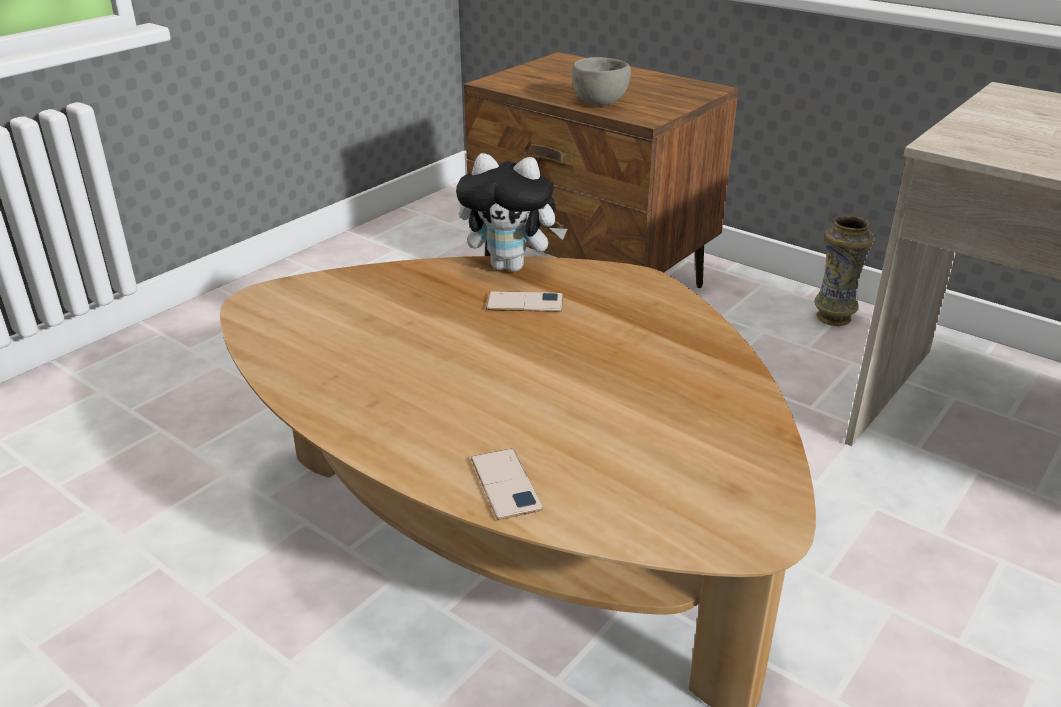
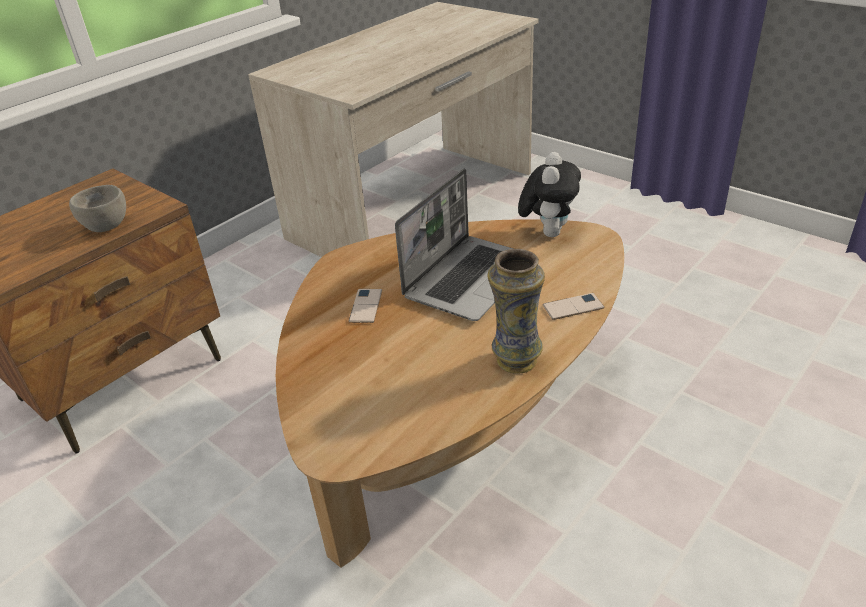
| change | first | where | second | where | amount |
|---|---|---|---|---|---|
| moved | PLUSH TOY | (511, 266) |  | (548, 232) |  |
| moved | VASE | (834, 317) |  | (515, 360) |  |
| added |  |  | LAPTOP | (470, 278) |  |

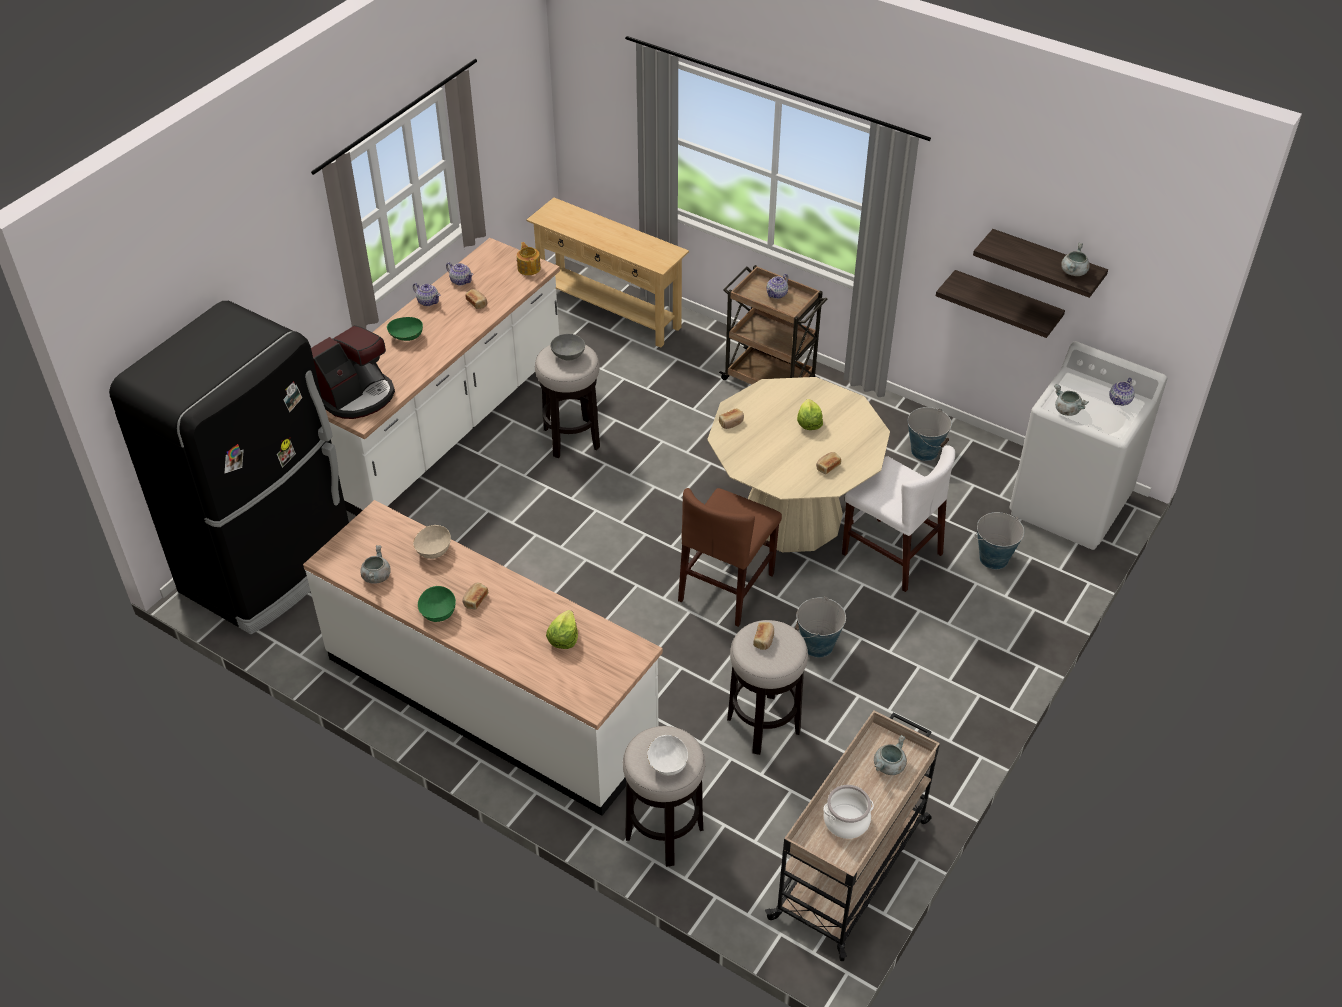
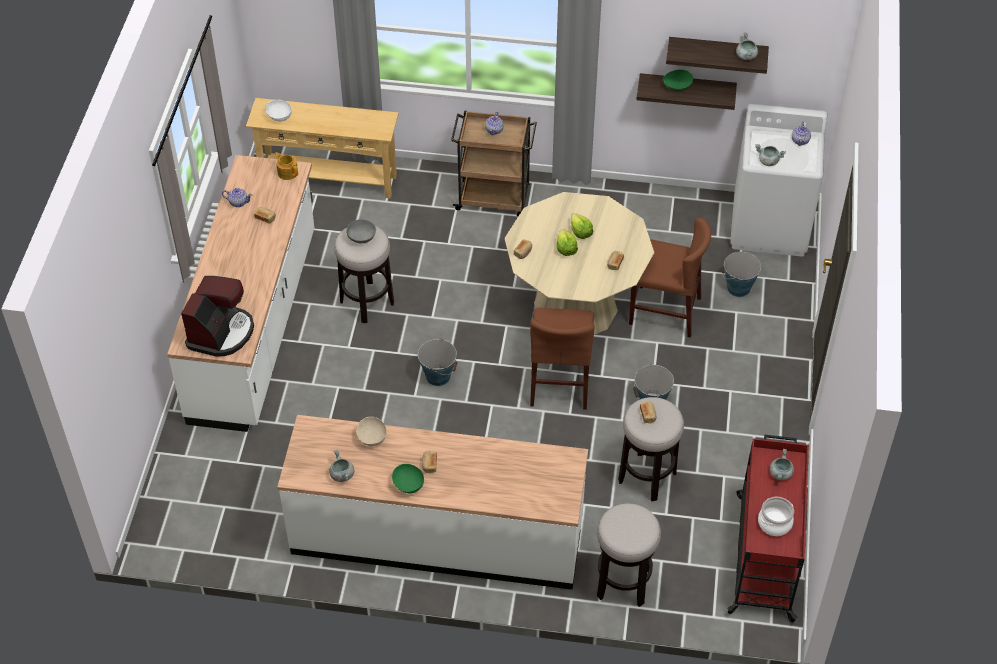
| change | first | where | second | where | amount |
|---|---|---|---|---|---|
| removed | BLACK FRIDGE | (271, 567) |  |  |  |
| moved | GREEN BOWL | (406, 337) |  | (677, 87) |  |
| removed | TEAPOT | (428, 301) |  |  |  |
| moved | LETTUCE | (563, 638) |  | (565, 249) |  |
| moved | WHITE BOWL | (667, 763) |  | (279, 116) |  |
| recoloured | BEIGE CART | (852, 867) | RED CART | (764, 555) |  |
| recoloured | WHITE CHAIR | (891, 554) | BROWN CHAIR | (664, 311) |  |
| moved | BUCKET | (924, 451) |  | (438, 376) |  |

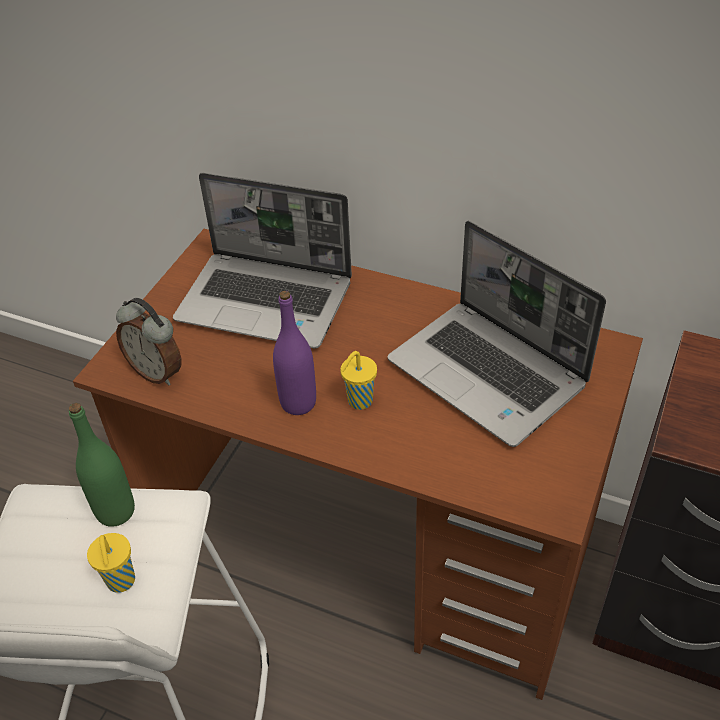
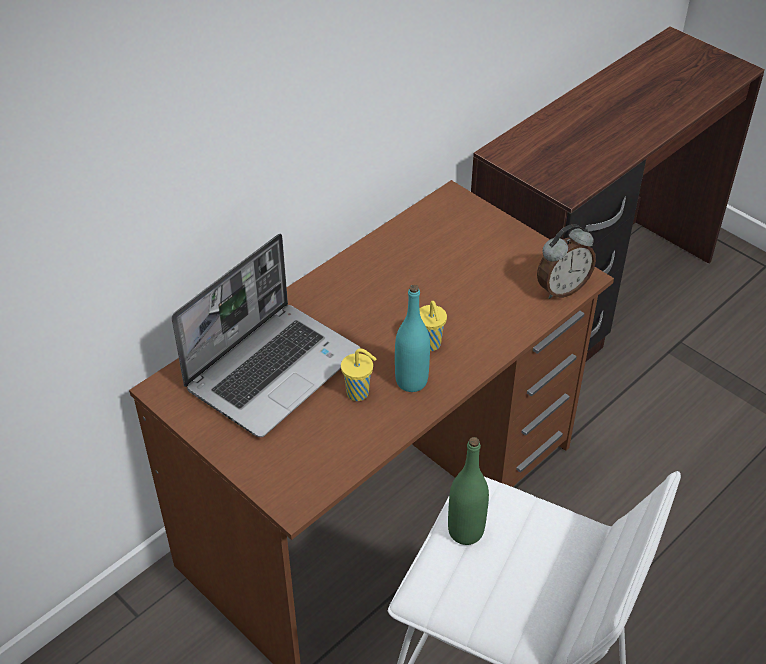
| change | first | where | second | where | amount |
|---|---|---|---|---|---|
| moved | YELLOW CUP | (121, 582) |  | (359, 393) |  |
| moved | ALARM CLOCK | (157, 372) |  | (561, 288) |  |
| recoloured | PURPLE BOTTLE | (298, 403) | TURQUOISE BOTTLE | (411, 381) |  |
| removed | LAPTOP | (489, 374) |  |  |  |

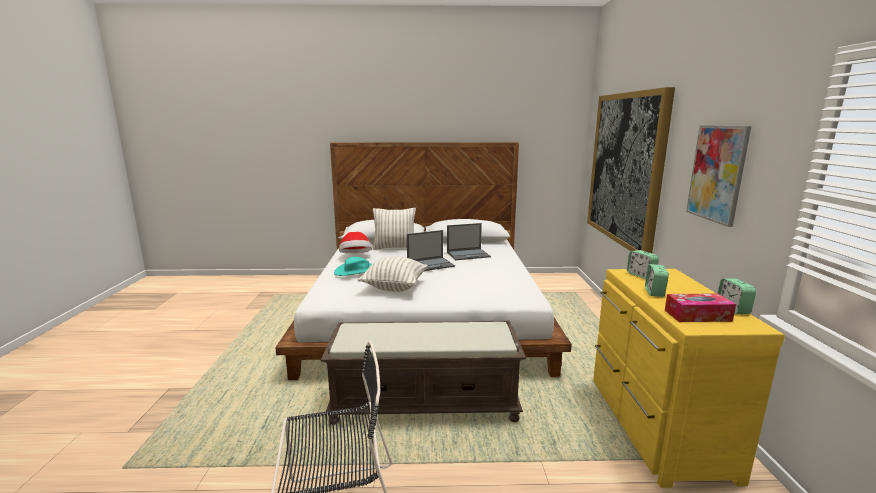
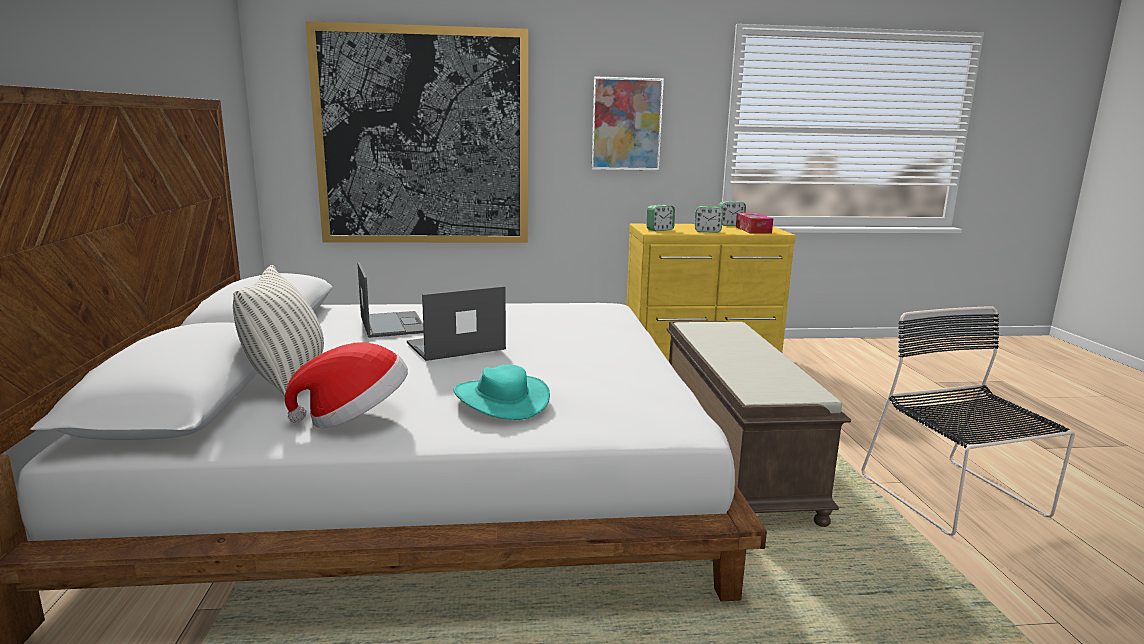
| change | first | where | second | where | amount |
|---|---|---|---|---|---|
| removed | PILLOW | (394, 287) |  |  |  |
| turned | LAPTOP | (431, 264) |  | (454, 346) | 90 degrees counterclockwise |

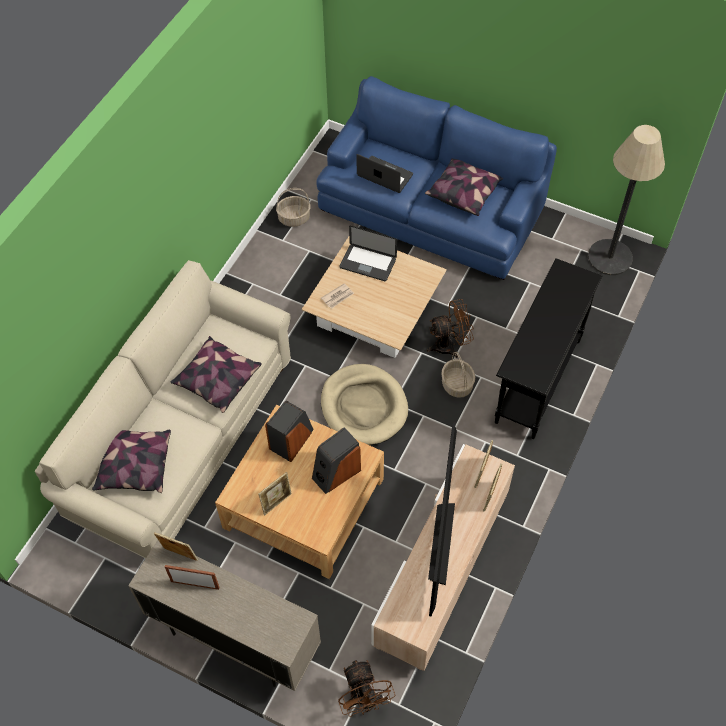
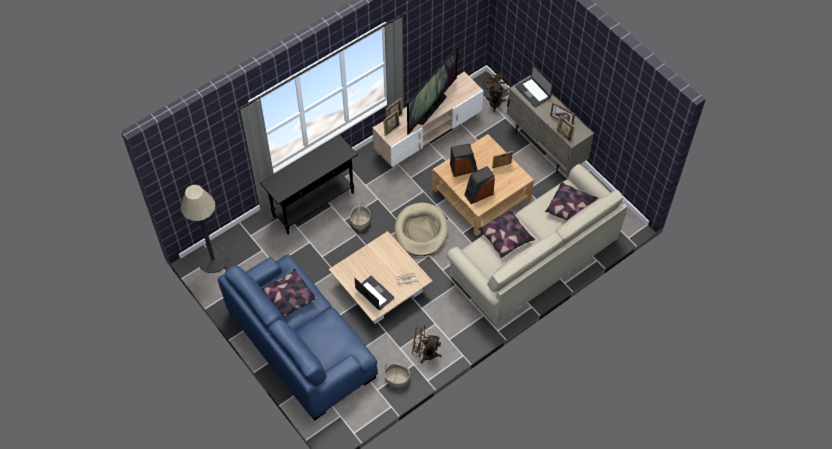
| change | first | where | second | where | amount |
|---|---|---|---|---|---|
| moved | LAPTOP | (385, 175) |  | (532, 92) |  |
| moved | BROWN FAN | (449, 345) |  | (425, 353) |  |

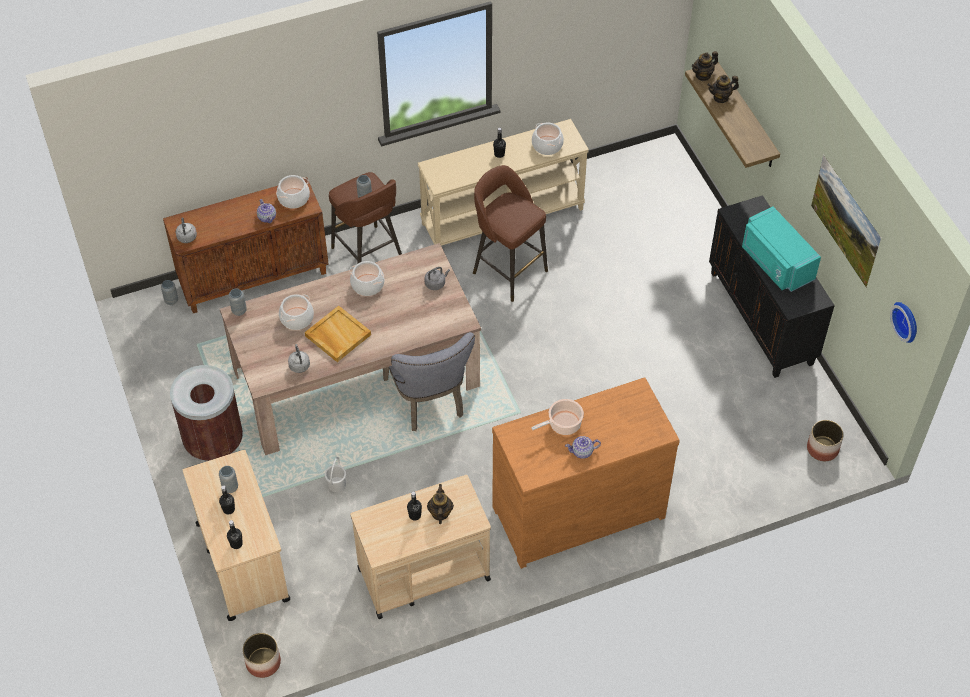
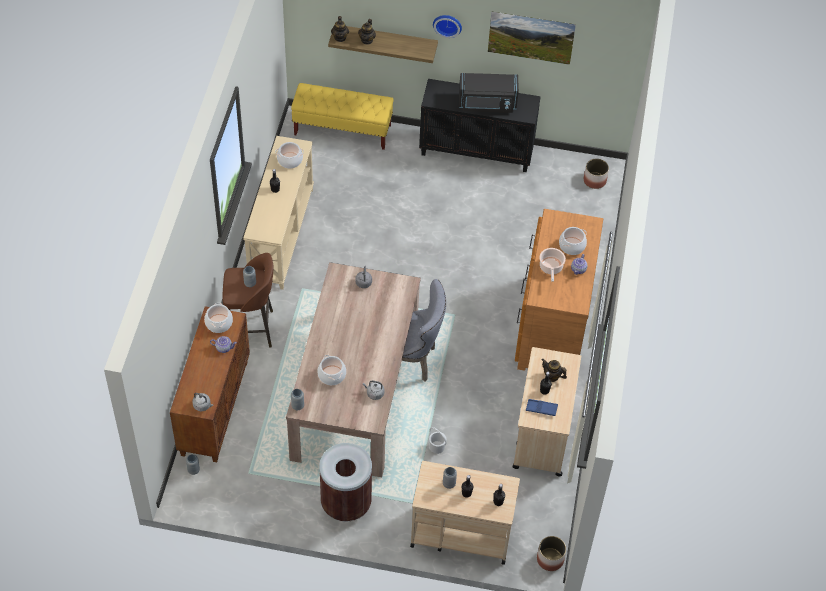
| change | first | where | second | where | amount |
|---|---|---|---|---|---|
| removed | BEIGE TRAY | (337, 335) |  |  |  |
| moved | COOKING POT | (367, 285) |  | (572, 246) |  |
| removed | BROWN STOOL | (508, 270) |  |  |  |
| recoloured | TURQUOISE MICROWAVE | (775, 263) | BLACK MICROWAVE | (487, 104) |  |
| moved | WALL CLOCK | (907, 321) |  | (447, 24) |  |
| added |  |  | YELLOW BENCH | (343, 130) |  |
| added |  |  | BLUE TRAY | (541, 409) |  |

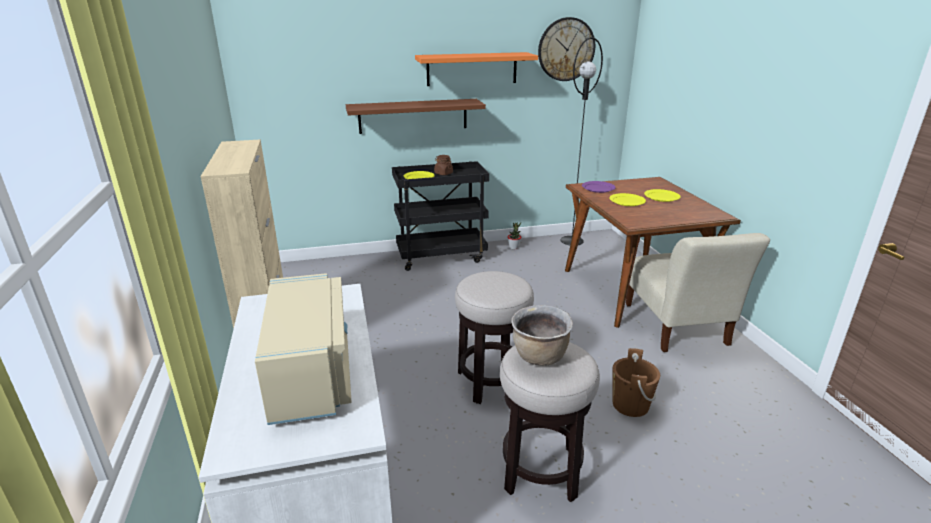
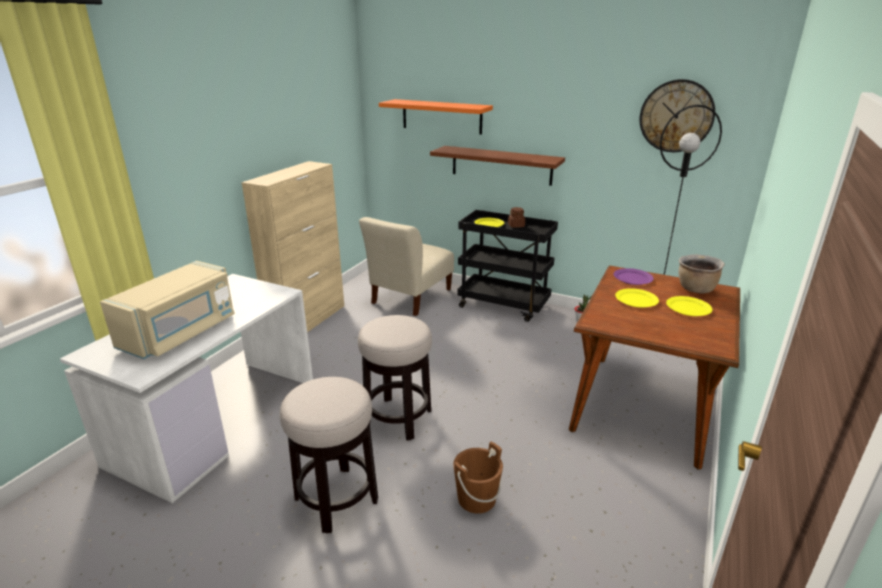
| change | first | where | second | where | amount |
|---|---|---|---|---|---|
| moved | ORANGE SHELF | (472, 69) |  | (441, 116) |  |
| moved | BROWN COOKING POT | (539, 357) |  | (695, 289) |  |
| moved | BEIGE CHAIR | (676, 327) |  | (409, 298) |  |

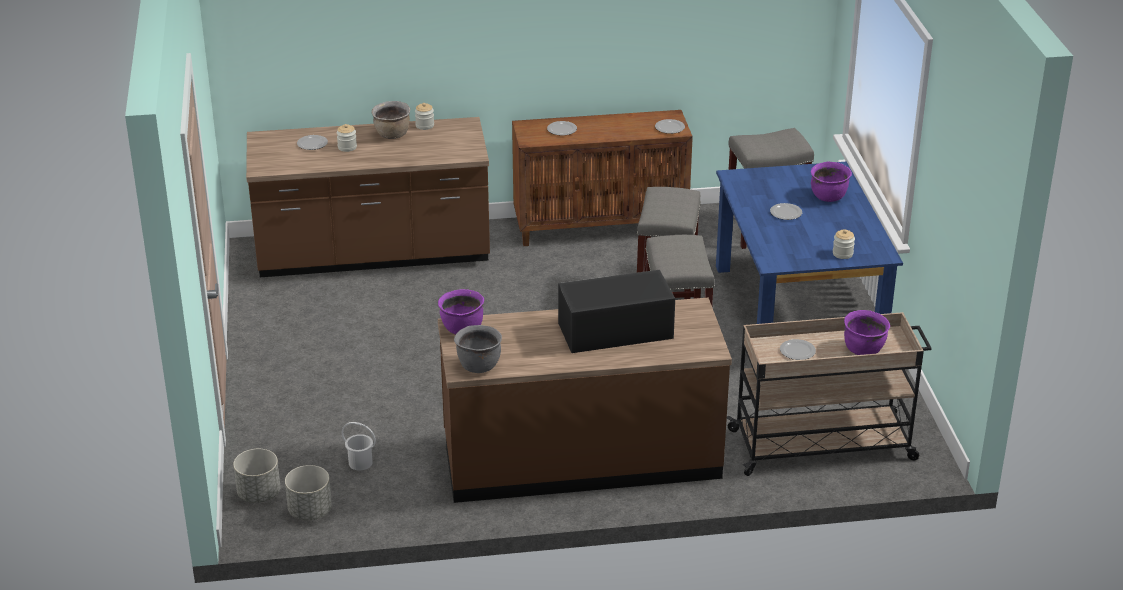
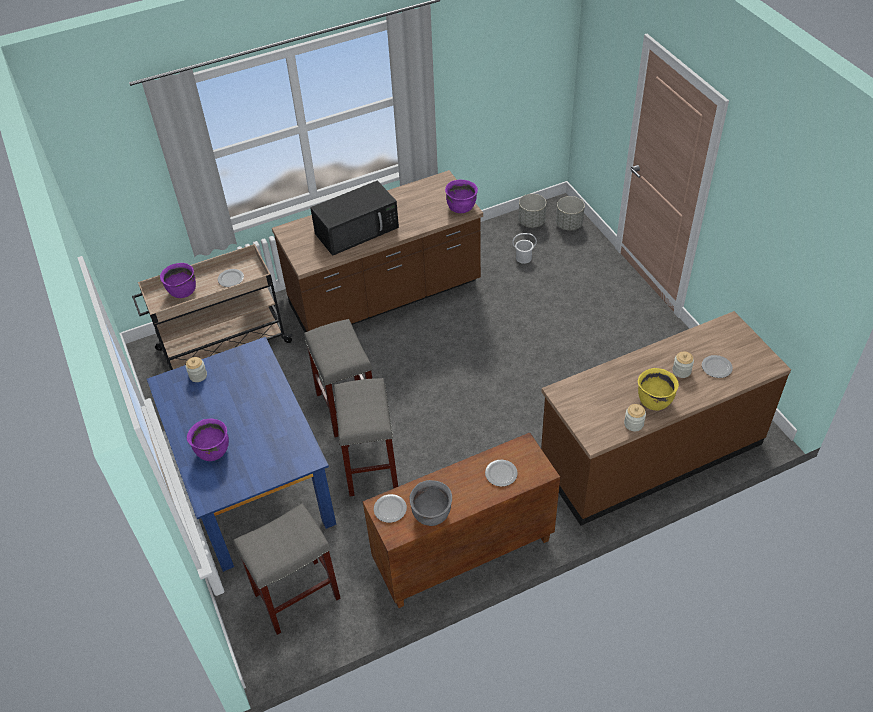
| change | first | where | second | where | amount |
|---|---|---|---|---|---|
| recoloured | BROWN COOKING POT | (392, 135) | YELLOW COOKING POT | (654, 400) |  |
| moved | GREY COOKING POT | (478, 365) |  | (432, 515) |  |
| removed | PLATE | (786, 213) |  |  |  |

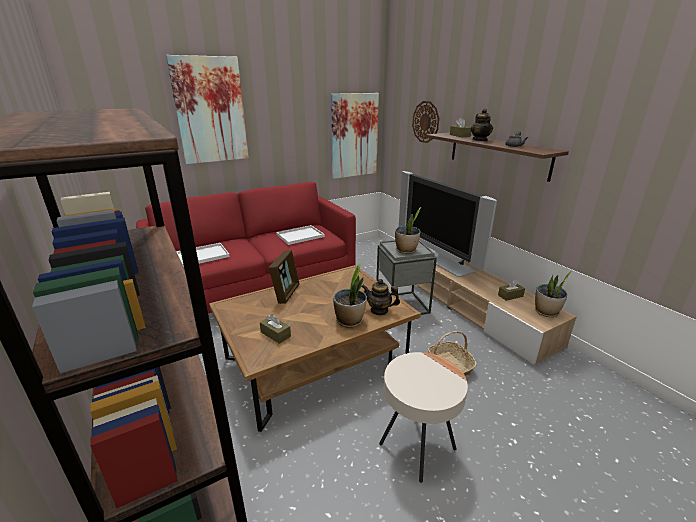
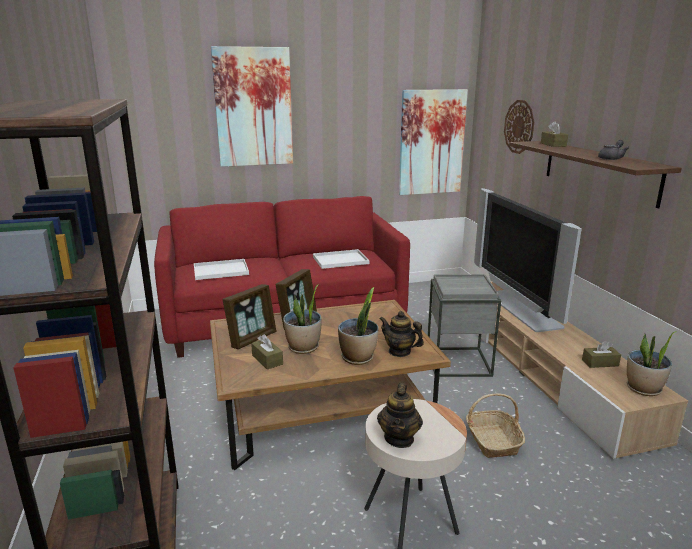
| change | first | where | second | where | amount |
|---|---|---|---|---|---|
| moved | POTTED PLANT | (406, 250) |  | (303, 348) |  |
| moved | TEAPOT | (480, 140) |  | (399, 438) |  |
| added |  |  | PICTURE FRAME | (252, 339) |  |

